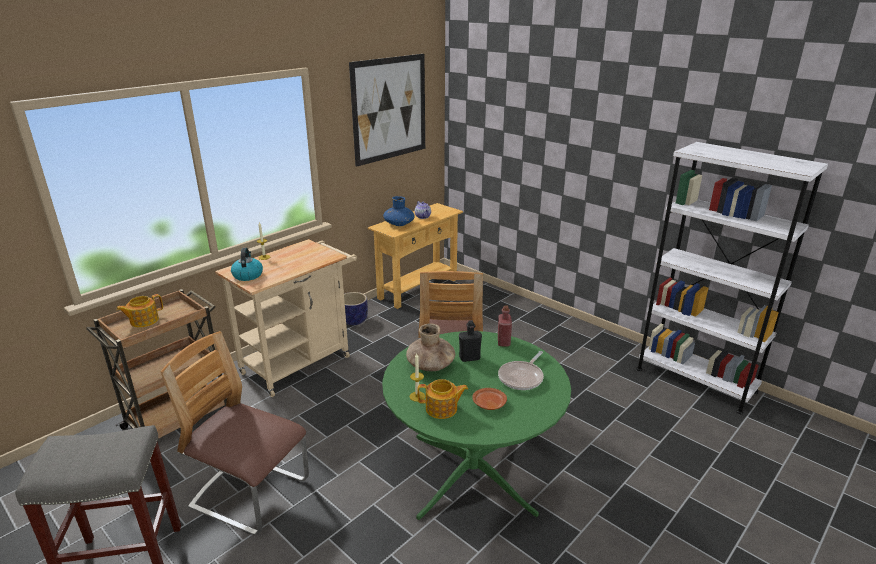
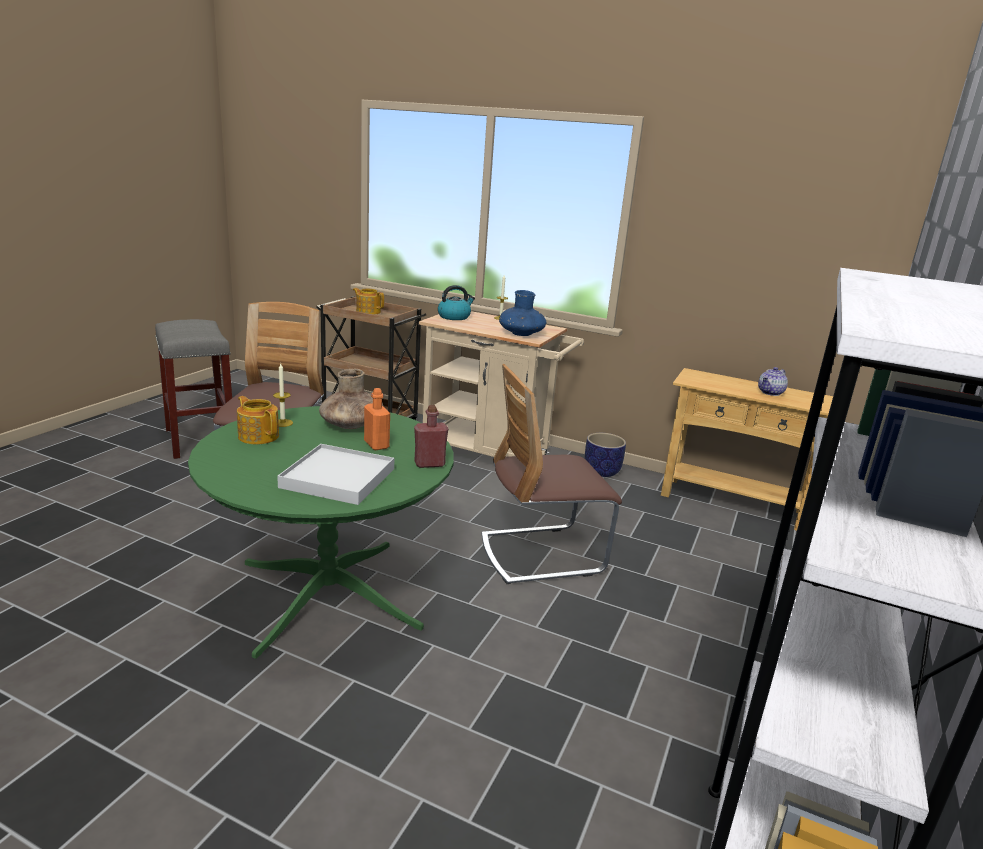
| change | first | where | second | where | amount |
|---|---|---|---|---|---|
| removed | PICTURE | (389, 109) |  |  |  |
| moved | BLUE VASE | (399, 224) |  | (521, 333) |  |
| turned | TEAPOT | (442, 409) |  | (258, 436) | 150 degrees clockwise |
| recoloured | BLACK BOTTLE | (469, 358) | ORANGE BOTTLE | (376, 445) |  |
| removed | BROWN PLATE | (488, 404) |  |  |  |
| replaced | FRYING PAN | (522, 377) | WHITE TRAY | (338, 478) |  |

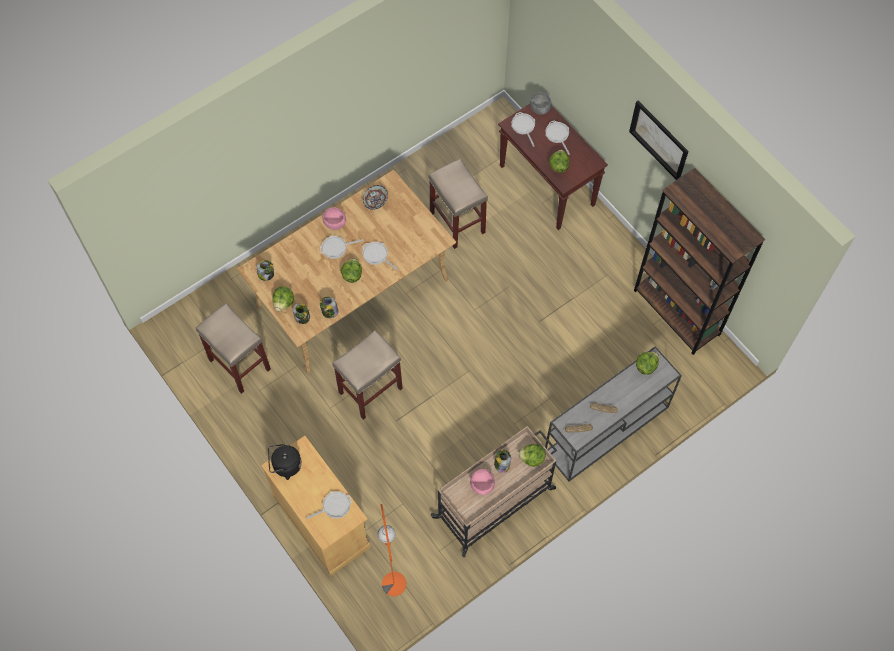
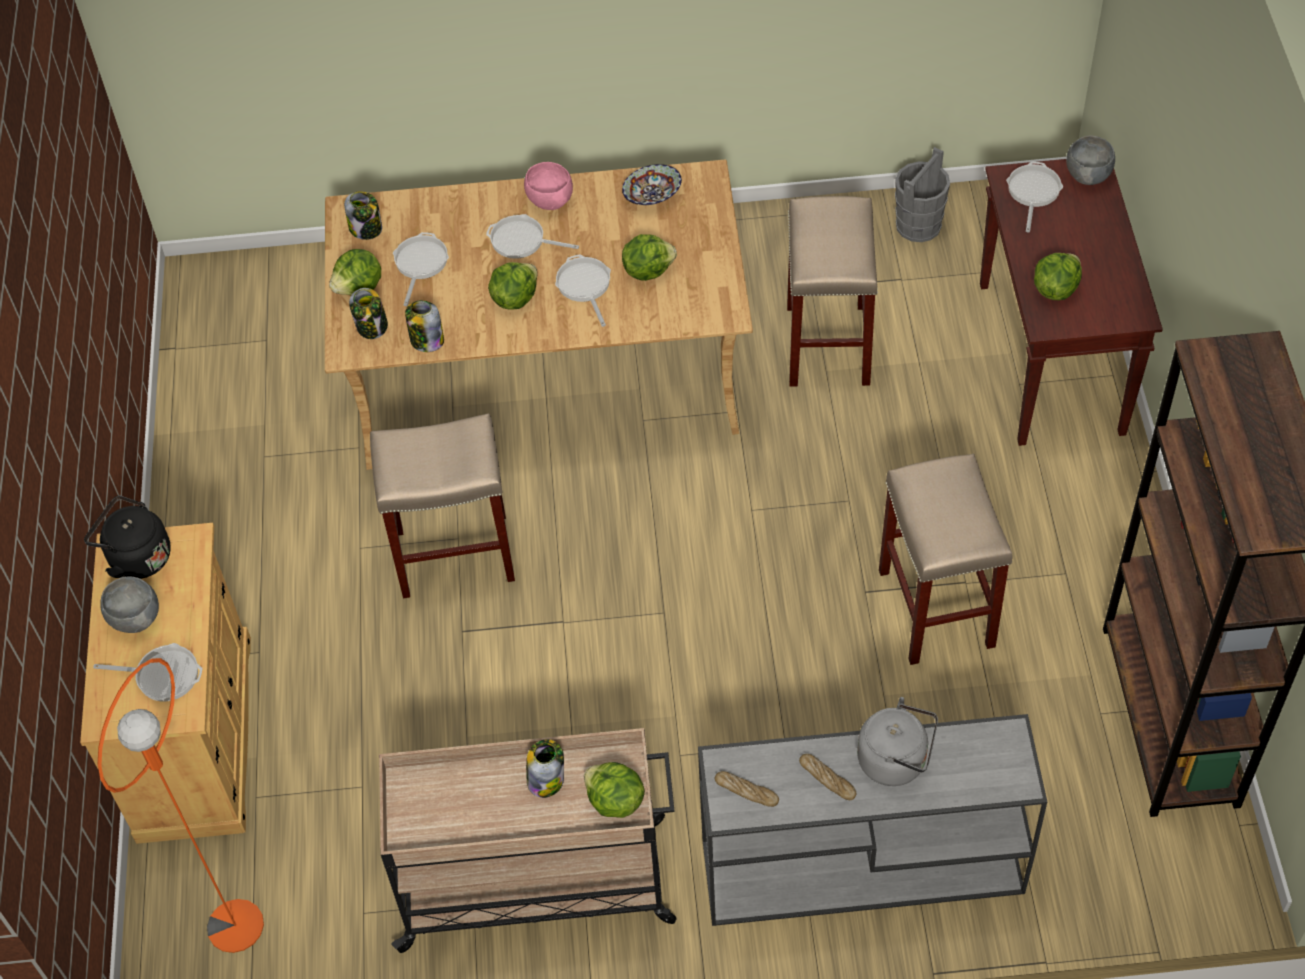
| change | first | where | second | where | amount |
|---|---|---|---|---|---|
| moved | BEIGE STOOL | (239, 364) |  | (934, 607) |  |
| removed | PINK BOWL | (482, 486) |  |  |  |
| moved | FRYING PAN | (557, 135) |  | (420, 264) |  |
| removed | PICTURE | (659, 140) |  |  |  |
| moved | LETTUCE | (646, 366) |  | (648, 270) |  |
| added |  |  | GREY BOWL | (135, 619) |  |
| added |  |  | GREY KETTLE | (896, 760) |  |
| added |  |  | GREY BUCKET | (918, 225) |  |

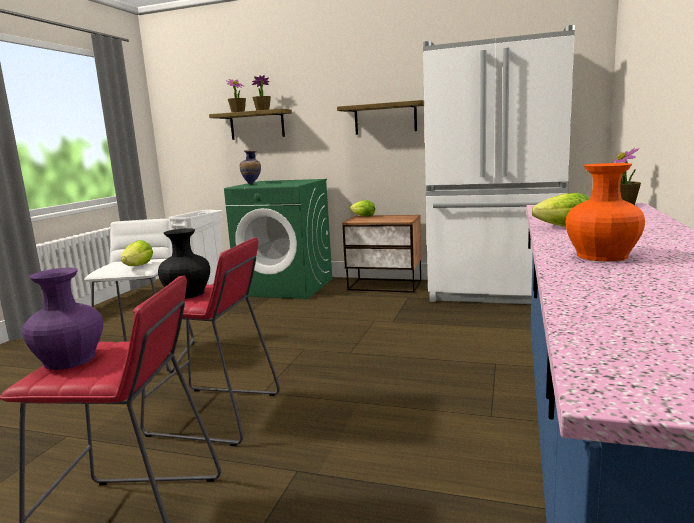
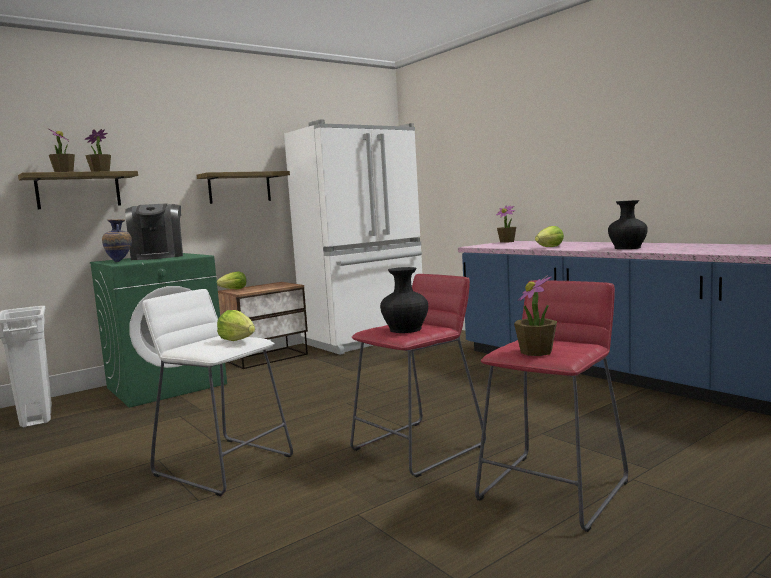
| change | first | where | second | where | amount |
|---|---|---|---|---|---|
| replaced | PURPLE VASE | (69, 360) | POTTED PLANT | (536, 352) |  |
| recoloured | ORANGE VASE | (602, 256) | BLACK VASE | (627, 248) |  |
| added |  |  | COFFEE MACHINE | (158, 257) |  |

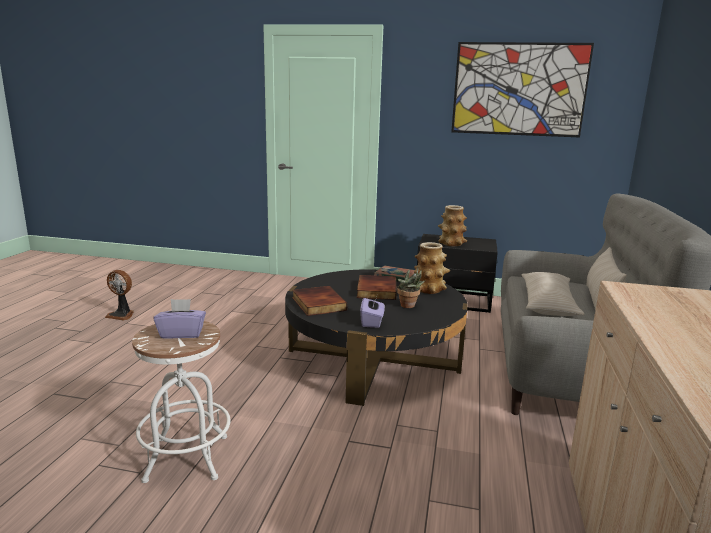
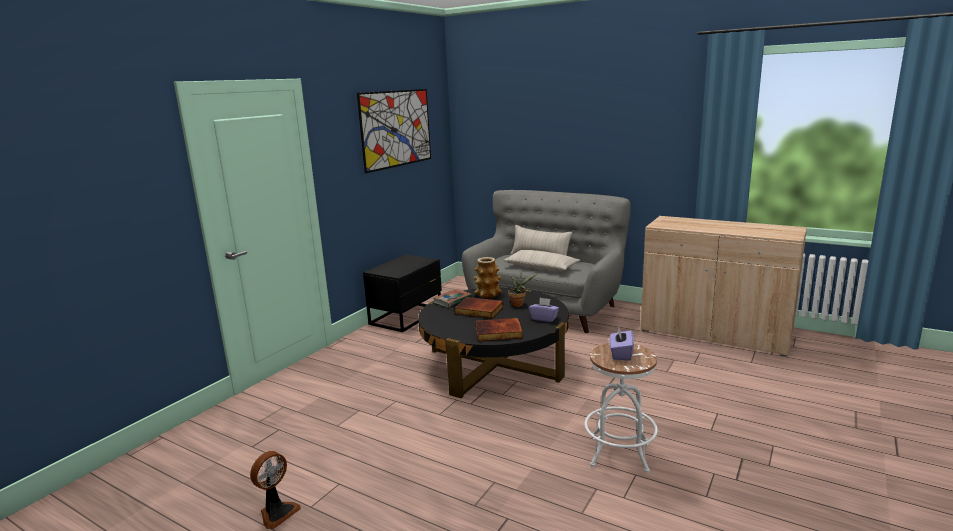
| change | first | where | second | where | amount |
|---|---|---|---|---|---|
| removed | VASE | (451, 243) |  |  |  |

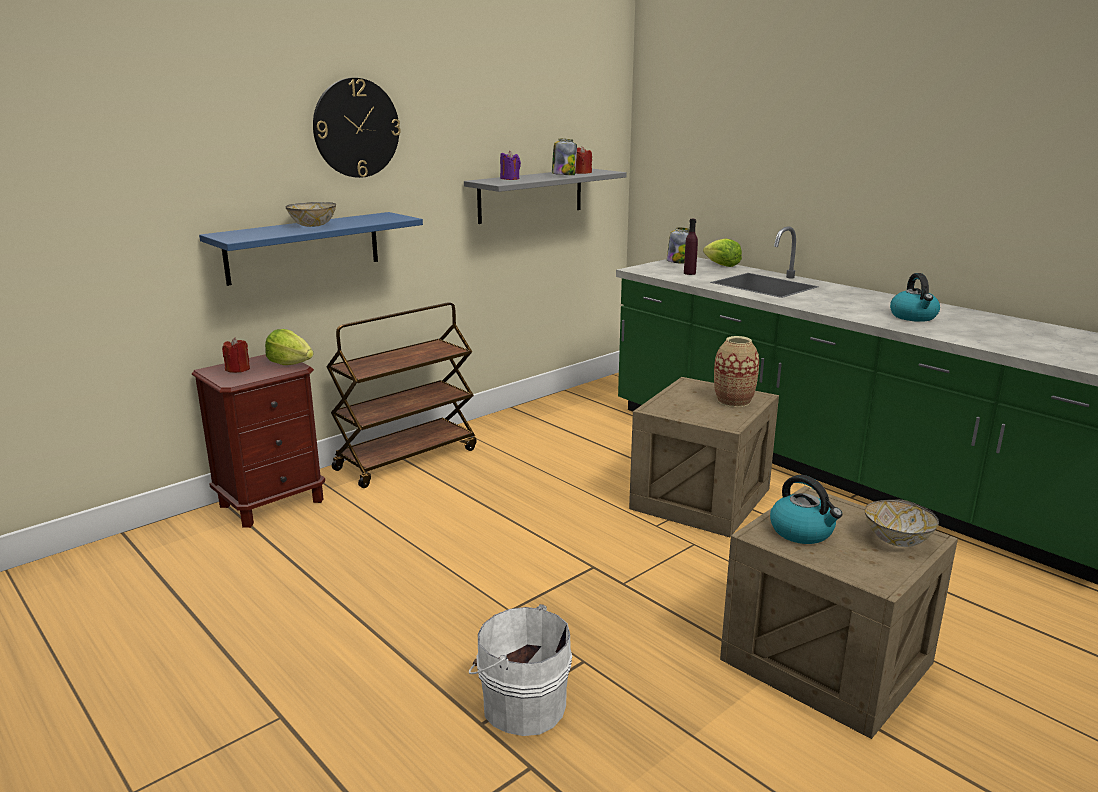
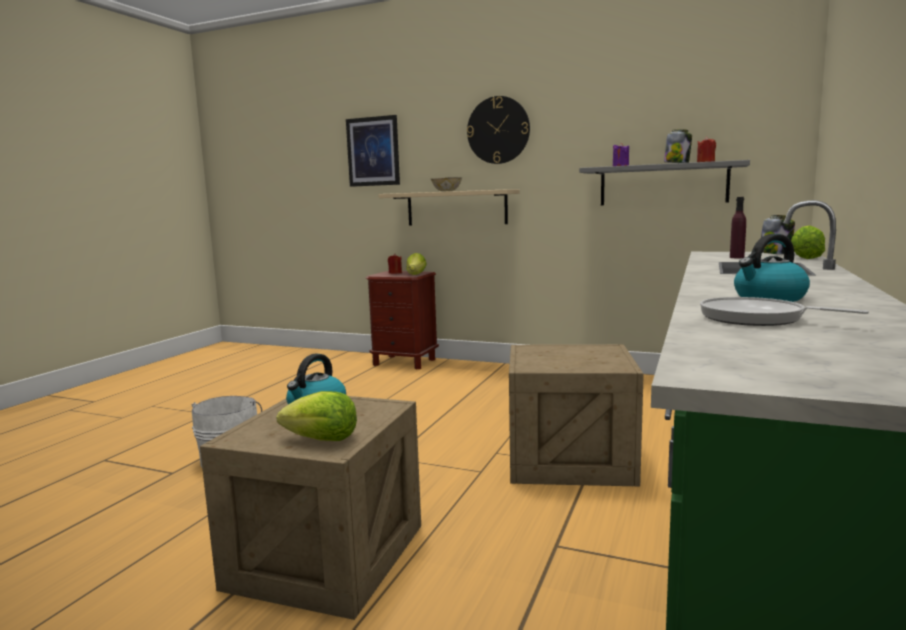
| change | first | where | second | where | amount |
|---|---|---|---|---|---|
| recoloured | BLUE SHELF | (303, 247) | BEIGE SHELF | (456, 208) |  |
| removed | BROWN CART | (407, 458) |  |  |  |
| removed | VASE | (733, 401) |  |  |  |
| replaced | BOWL | (897, 540) | LETTUCE | (322, 439) |  |
| added |  |  | PICTURE | (373, 151) |  |
| added |  |  | FRYING PAN | (757, 318) |  |

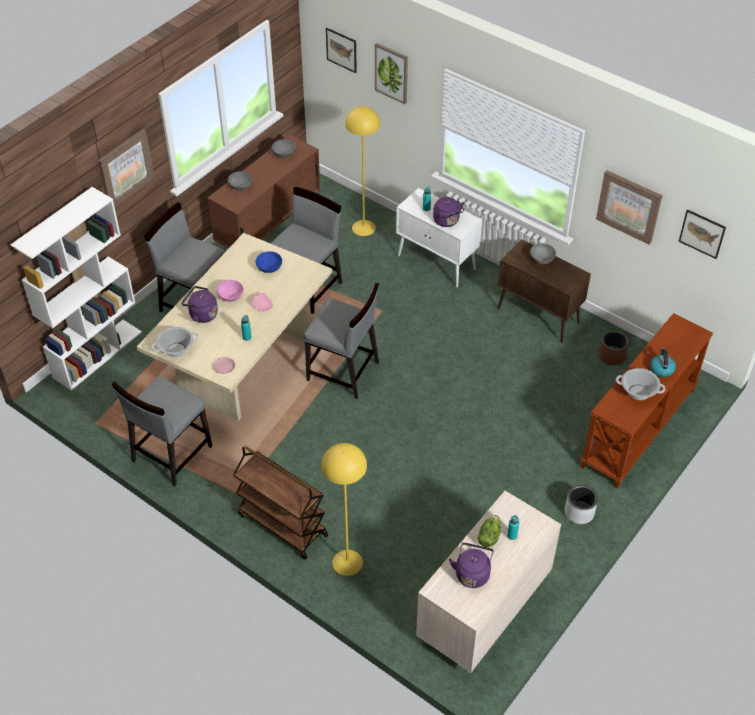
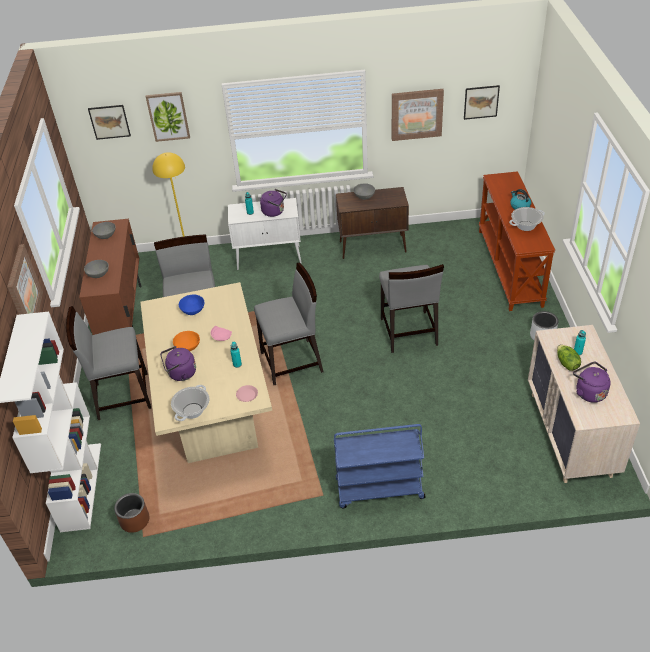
| change | first | where | second | where | amount |
|---|---|---|---|---|---|
| moved | GREY CHAIR | (171, 454) |  | (408, 332) |  |
| recoloured | PINK BOWL | (231, 297) | ORANGE BOWL | (188, 347) |  |
| recoloured | BROWN CART | (281, 525) | BLUE CART | (379, 490) |  |
| removed | YELLOW FLOOR LAMP | (347, 562) |  |  |  |
| moved | BROWN PLANTER | (612, 356) |  | (135, 520) |  |

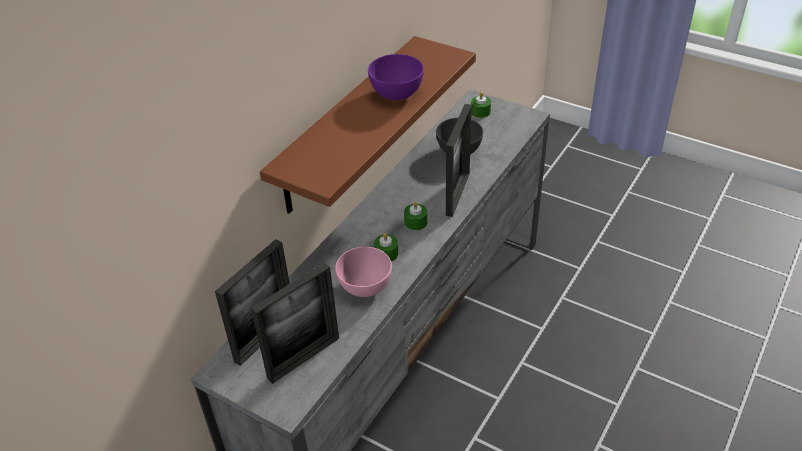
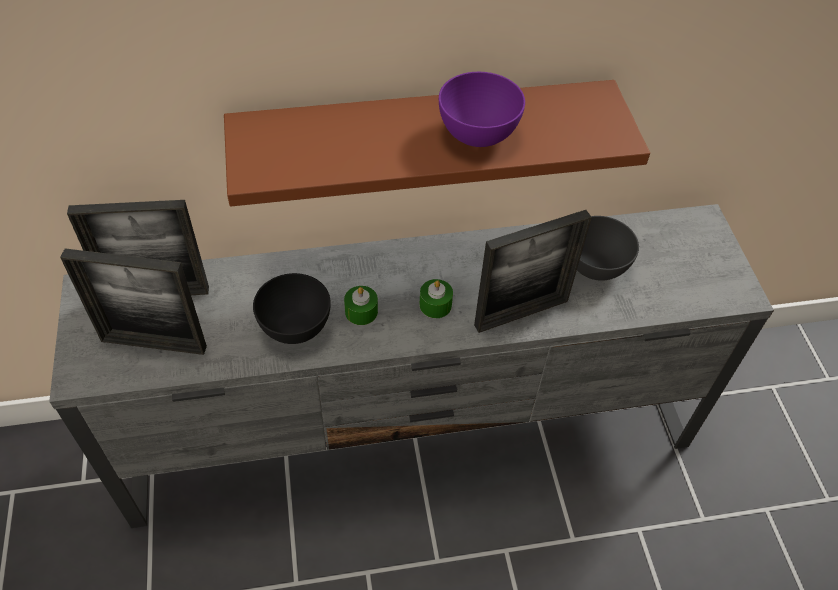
| change | first | where | second | where | amount |
|---|---|---|---|---|---|
| recoloured | PINK BOWL | (364, 287) | BLACK BOWL | (295, 326) |  |
| removed | GREEN CANDLE | (480, 112) |  |  |  |

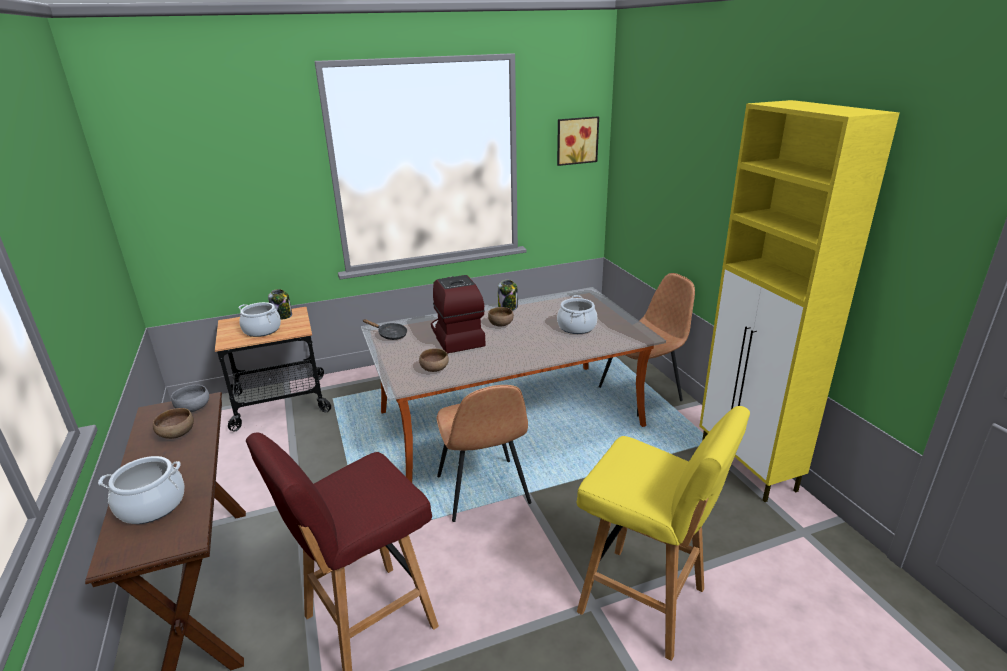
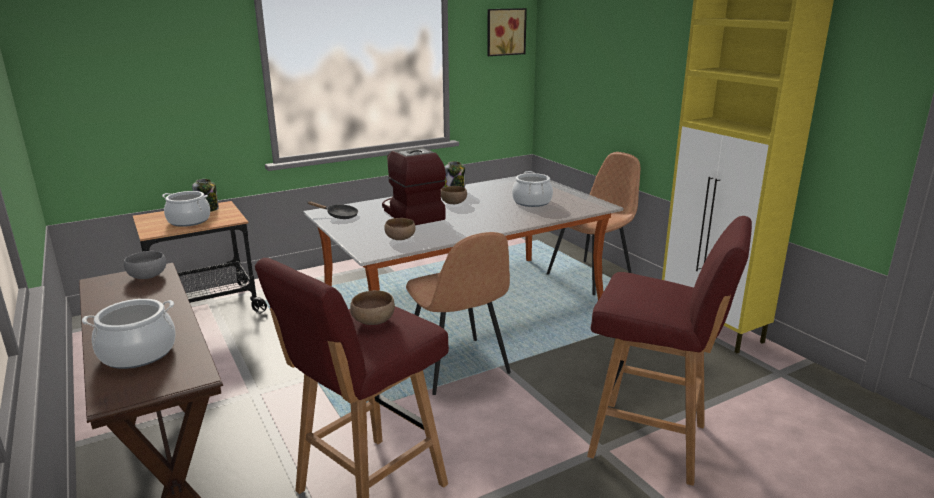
| change | first | where | second | where | amount |
|---|---|---|---|---|---|
| moved | BROWN BOWL | (176, 434) |  | (373, 322) |  |
| recoloured | YELLOW STOOL | (645, 602) | RED STOOL | (651, 442) |  |

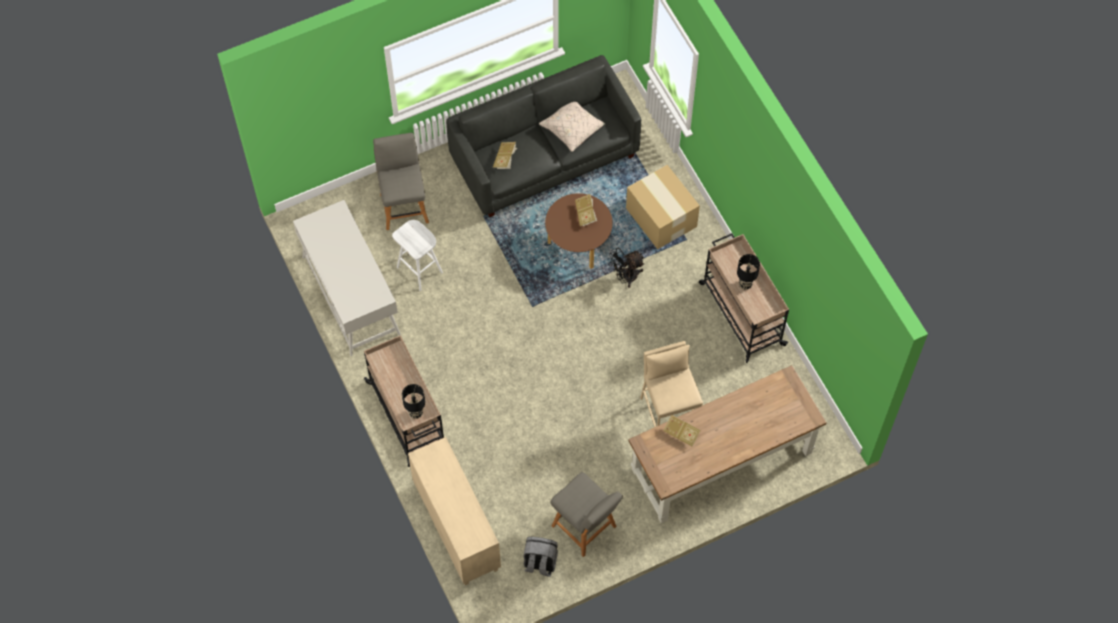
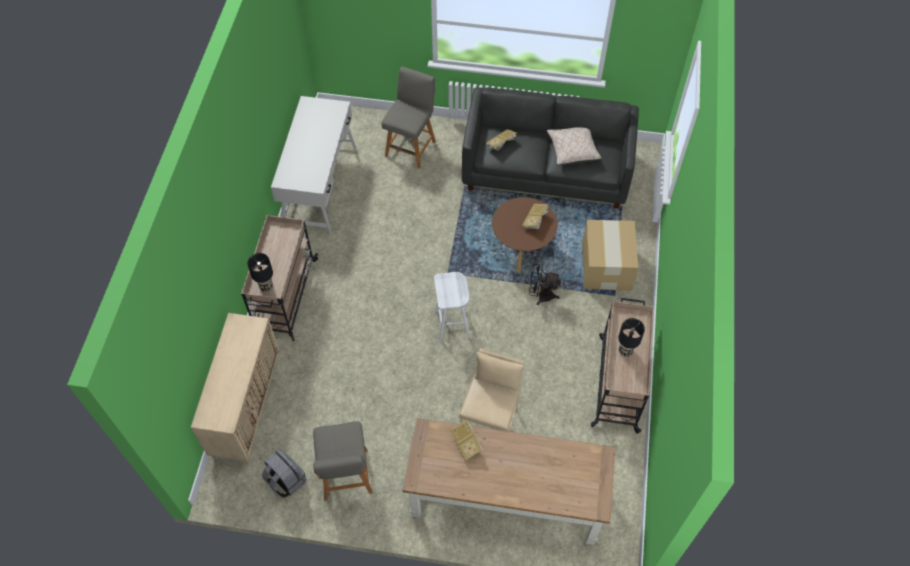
| change | first | where | second | where | amount |
|---|---|---|---|---|---|
| moved | WHITE STOOL | (420, 270) |  | (452, 324) |  |

